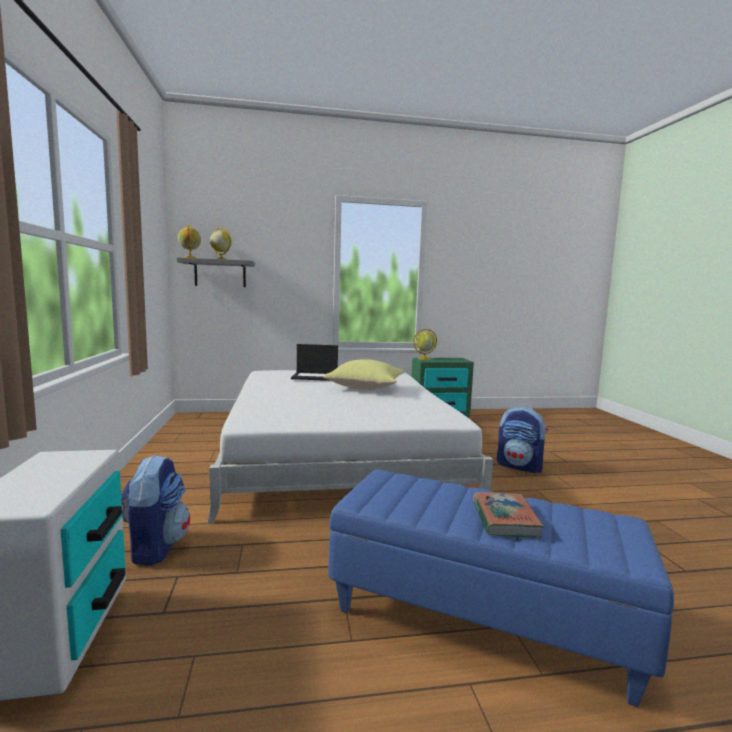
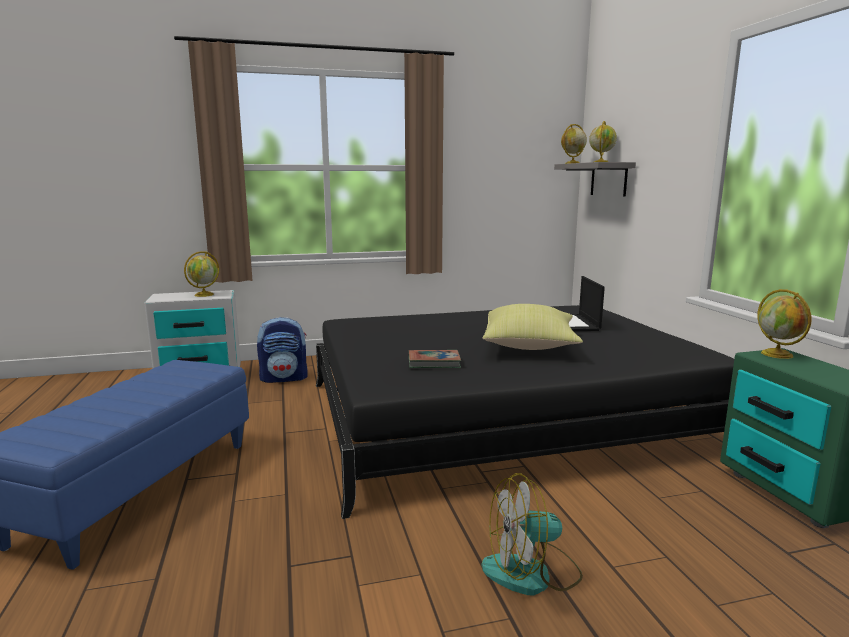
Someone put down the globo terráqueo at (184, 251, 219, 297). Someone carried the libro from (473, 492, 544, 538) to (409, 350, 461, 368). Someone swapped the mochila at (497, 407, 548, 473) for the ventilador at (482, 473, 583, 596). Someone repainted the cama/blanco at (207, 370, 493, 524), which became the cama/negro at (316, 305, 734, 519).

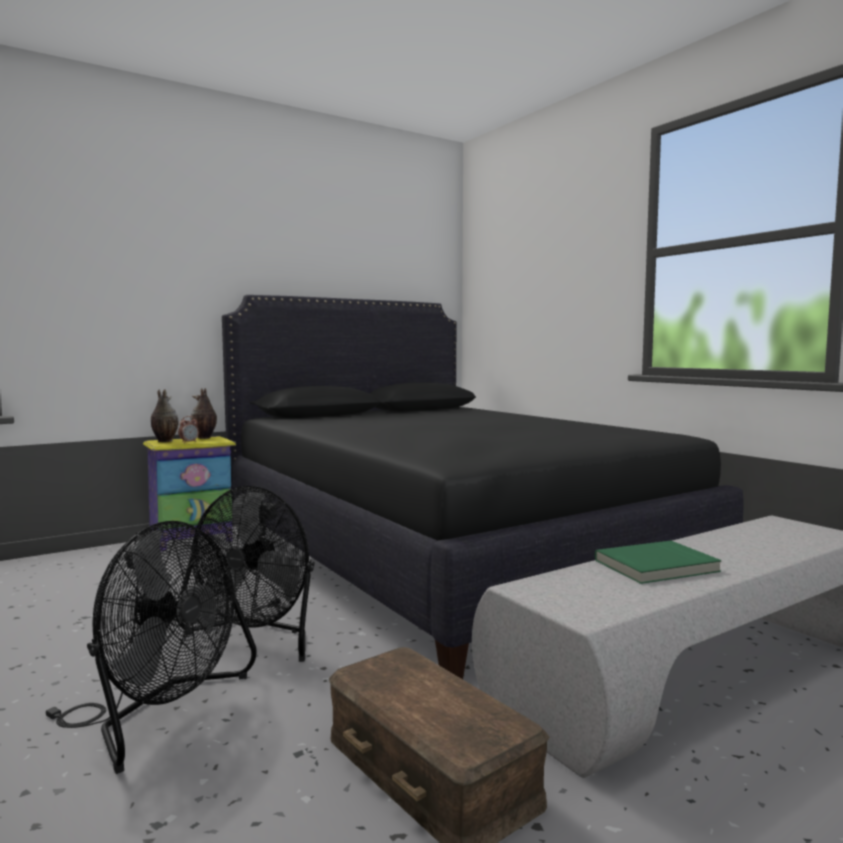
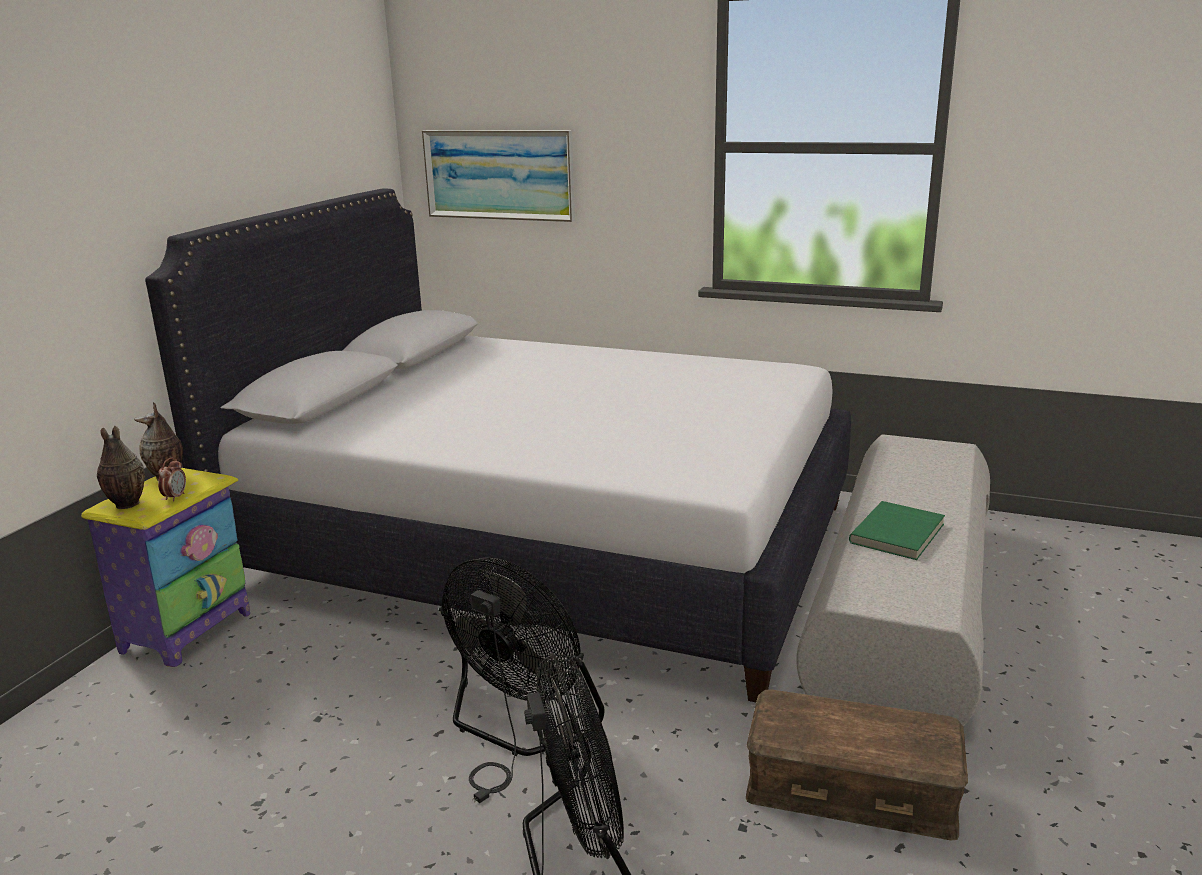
Someone put up the cuadro at (422, 130, 575, 222). Someone repainted the cama/negro at (222, 295, 744, 679), which became the cama/blanco at (145, 189, 851, 702). Someone rotated the ventilador/negro at (175, 486, 315, 662) by 135 degrees counterclockwise.

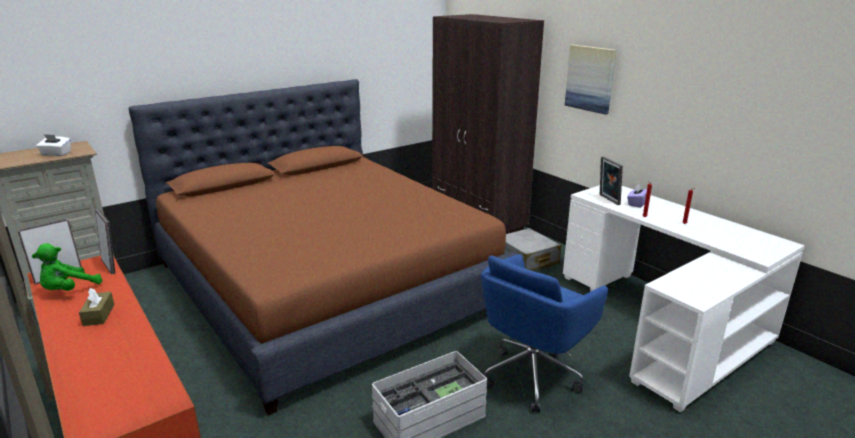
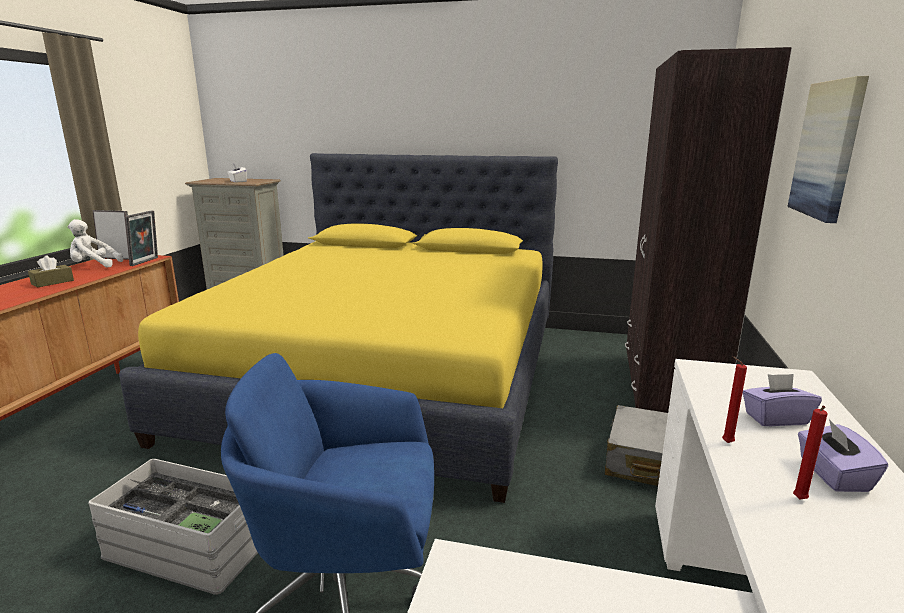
Someone took away the portarretratos at (600, 156, 623, 205). Someone put down the caja de pañuelos/morado at (798, 419, 888, 492). Someone repainted the peluche/verde at (32, 243, 102, 291), which became the peluche/blanco at (68, 219, 123, 268). Someone repainted the cama/marrón at (129, 79, 519, 415), which became the cama/amarillo at (119, 153, 558, 503).

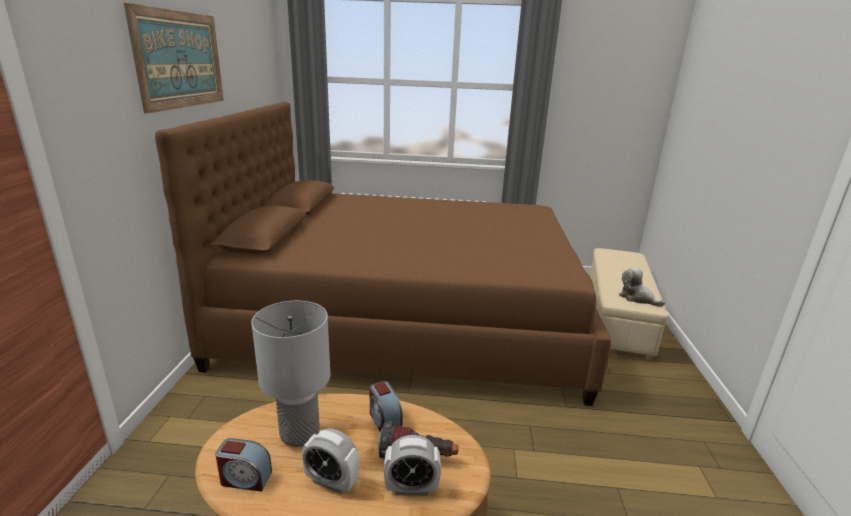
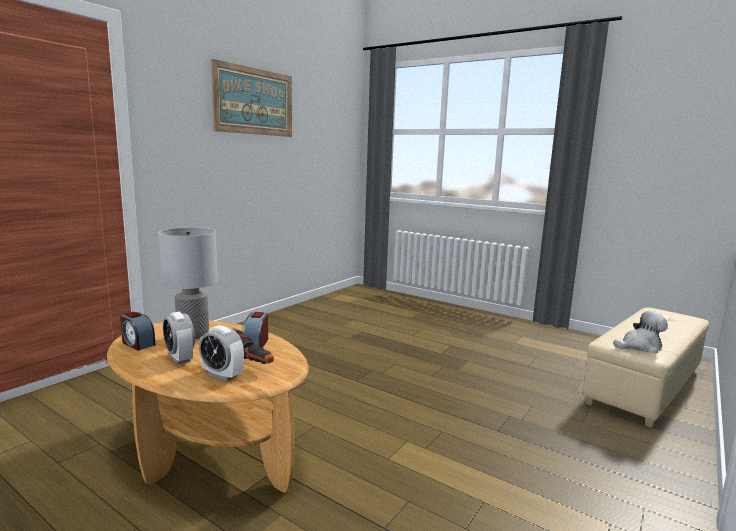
Someone took away the cama/marrón at (155, 102, 611, 406). Someone rotated the peluche at (619, 267, 665, 307) by 90 degrees clockwise.

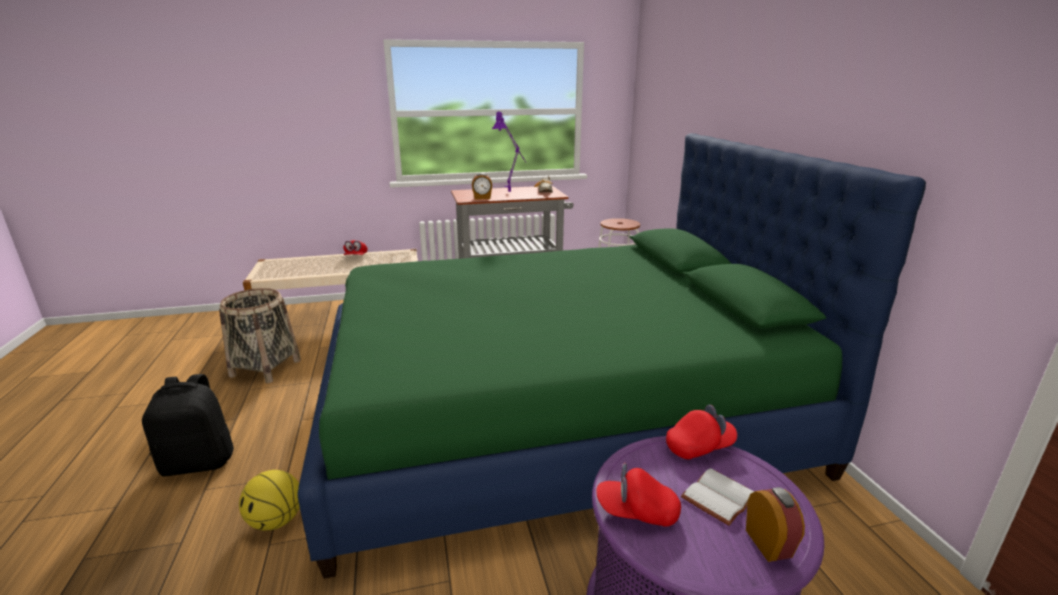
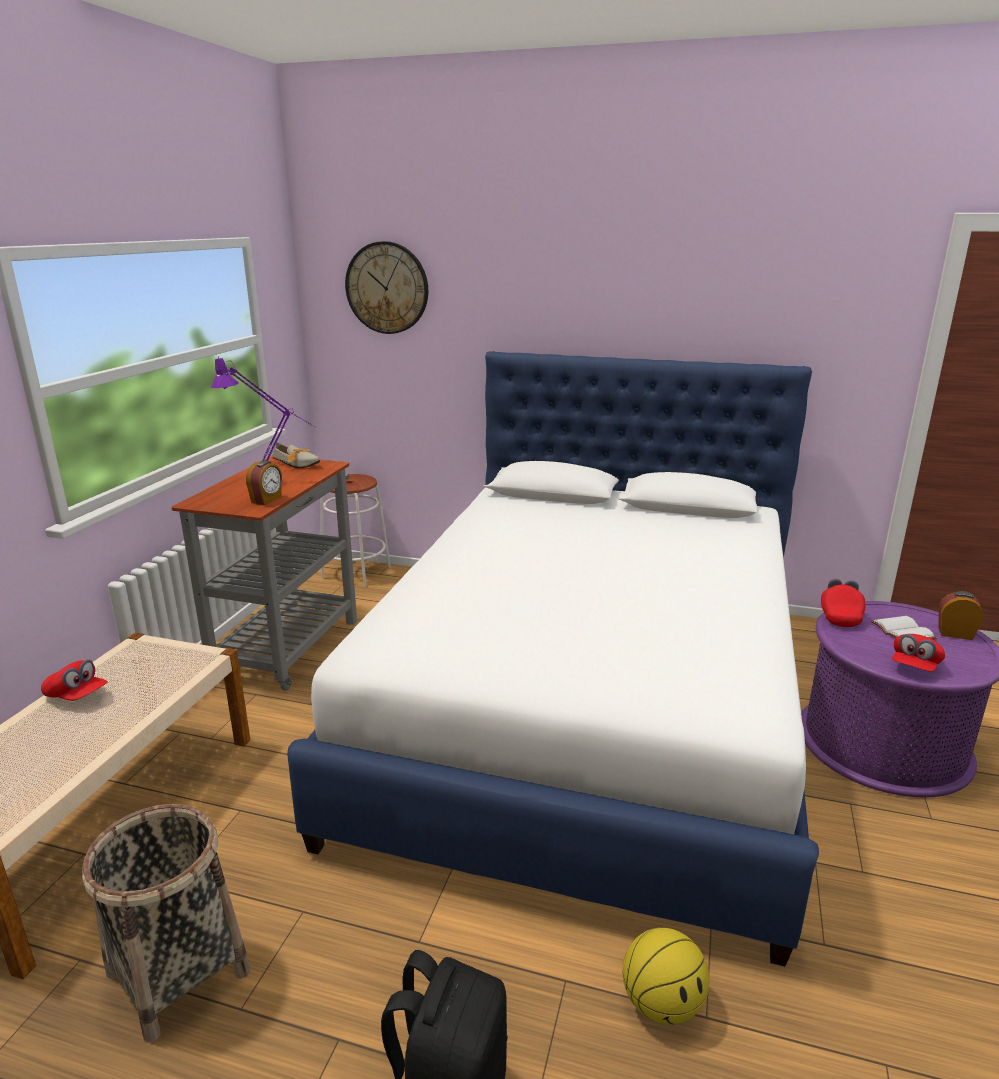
Someone put up the reloj de pared at (345, 241, 428, 334). Someone repainted the cama/verde at (298, 133, 926, 579), which became the cama/blanco at (287, 351, 819, 966).

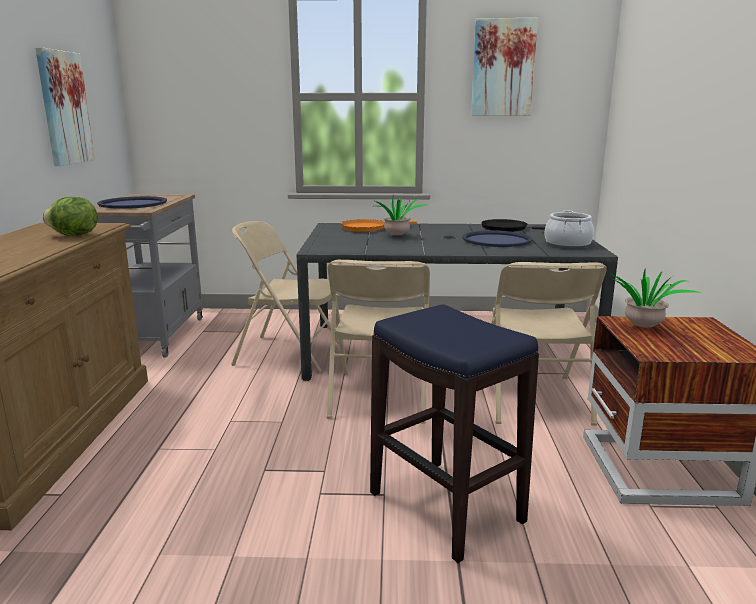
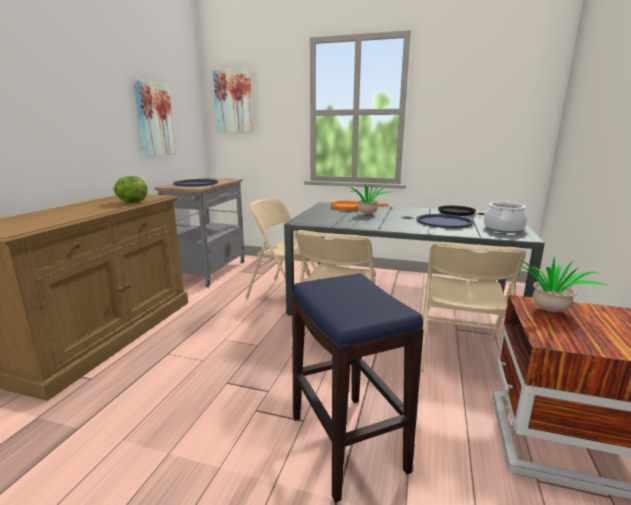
Someone carried the cuadro from (471, 18, 538, 116) to (213, 67, 253, 132).

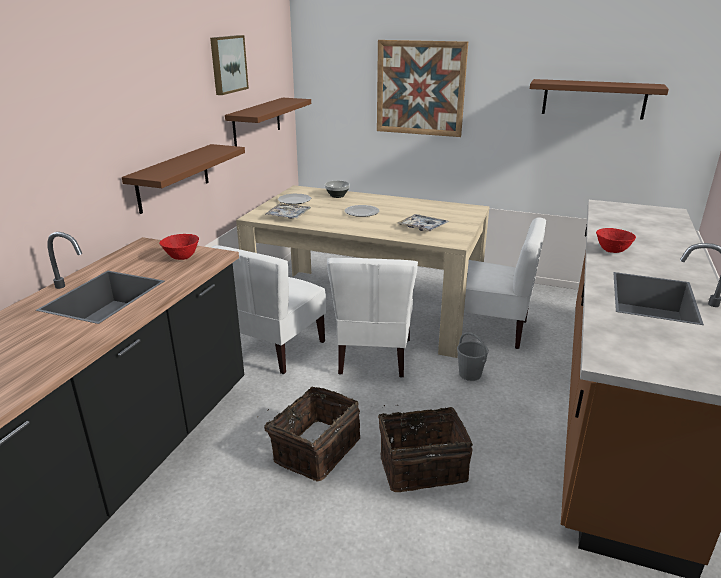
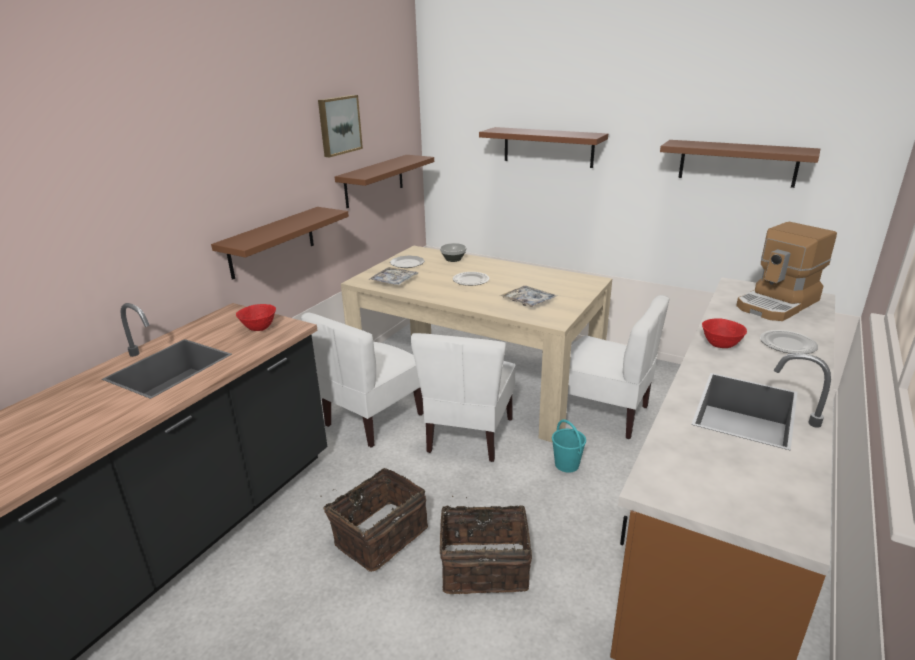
Someone put down the cafetera at (736, 222, 837, 321). Someone put down the plato at (760, 330, 818, 354). Someone swapped the cuadro at (377, 40, 468, 137) for the estante/marrón at (479, 127, 608, 168). Someone repainted the cubo/gris at (457, 332, 489, 381), which became the cubo/turquesa at (552, 419, 586, 473).

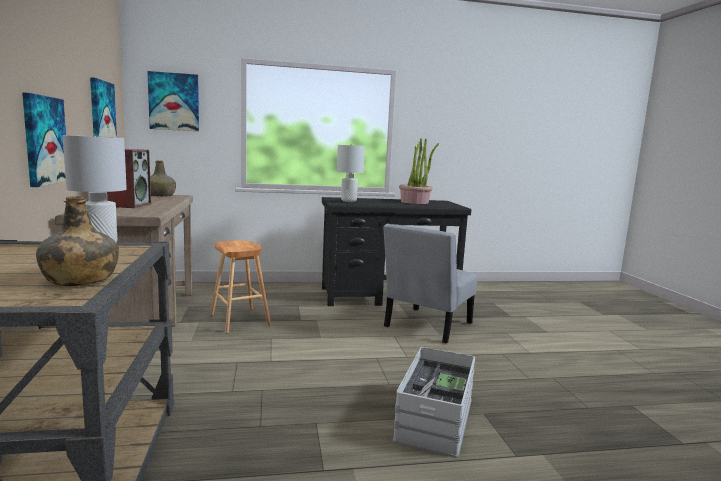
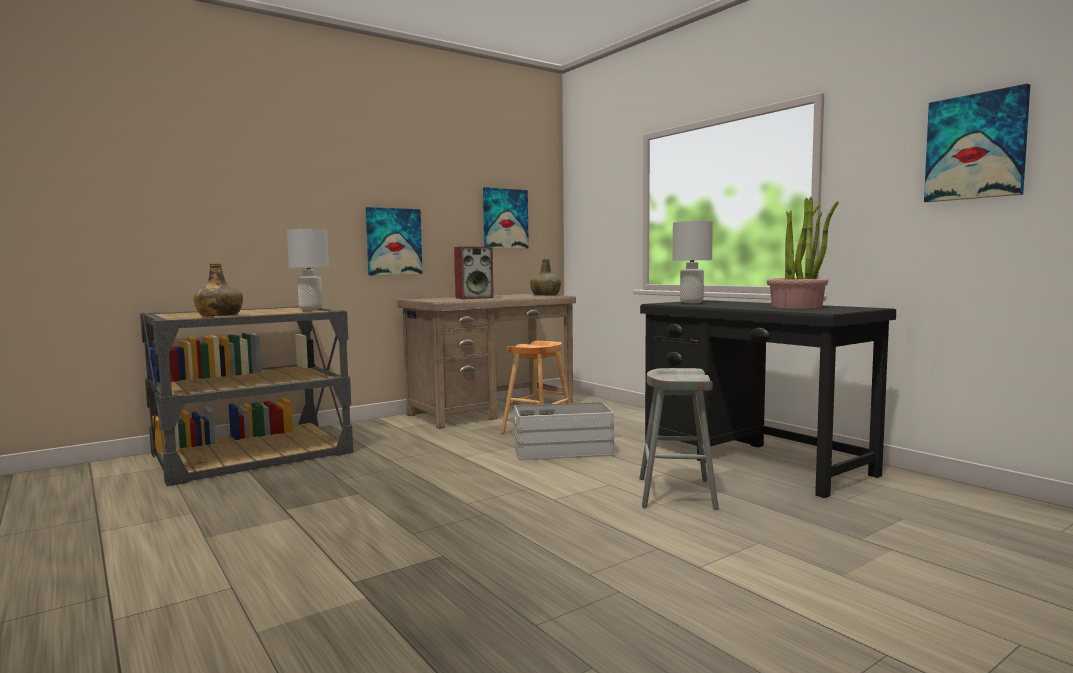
Someone carried the cuadro from (147, 71, 199, 131) to (924, 84, 1030, 202). Someone carried the caja de almacenaje/gris from (393, 347, 475, 458) to (514, 402, 614, 460). Someone swapped the silla/gris at (383, 224, 478, 343) for the taburete/gris at (639, 368, 719, 510).

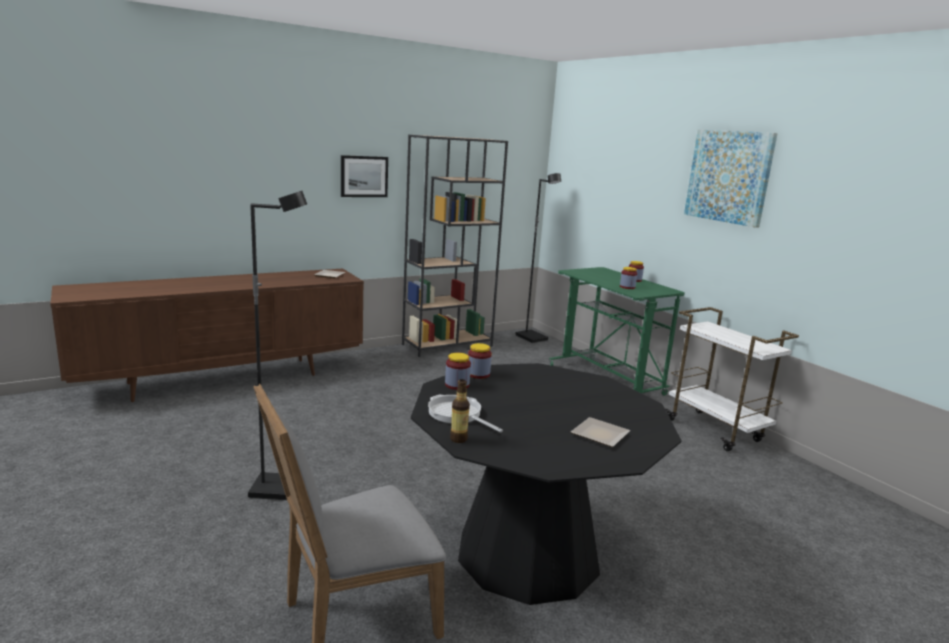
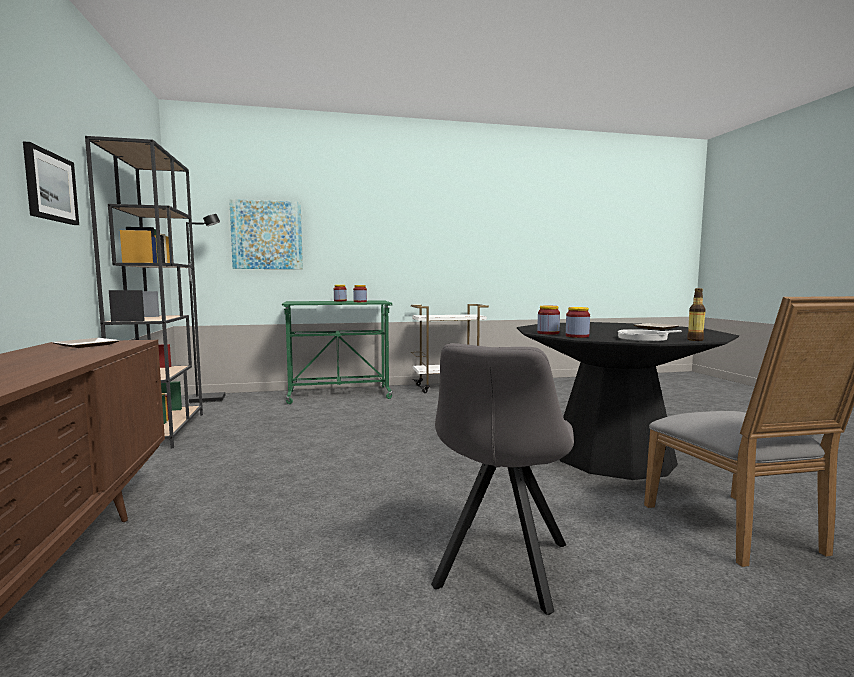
Someone carried the cuadro from (684, 130, 778, 228) to (229, 199, 303, 269). Someone swapped the lámpara de pie/negro at (248, 191, 307, 500) for the silla/gris at (431, 343, 574, 615).

